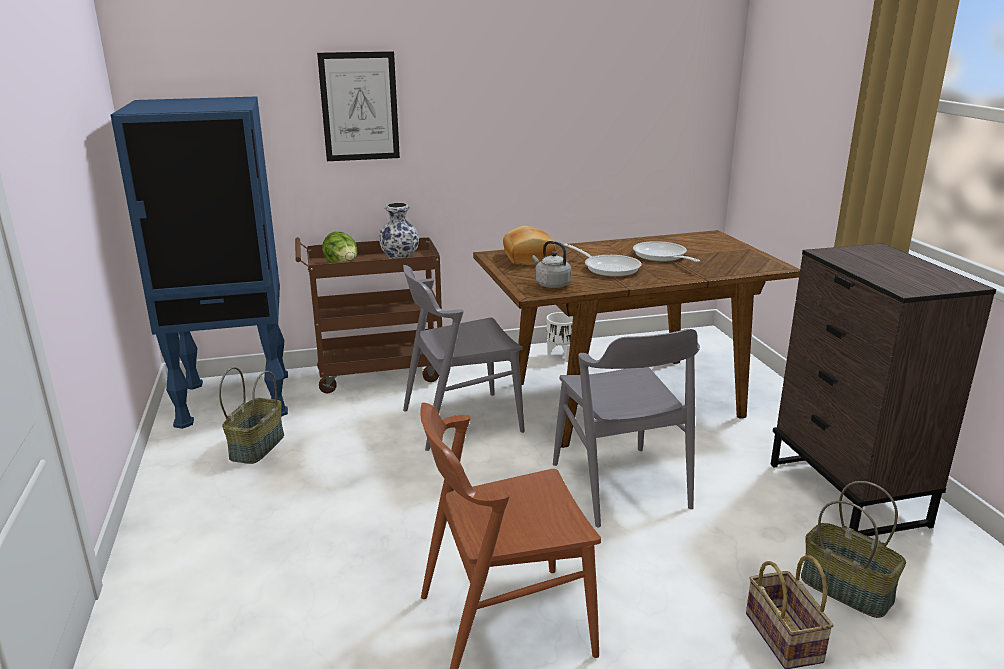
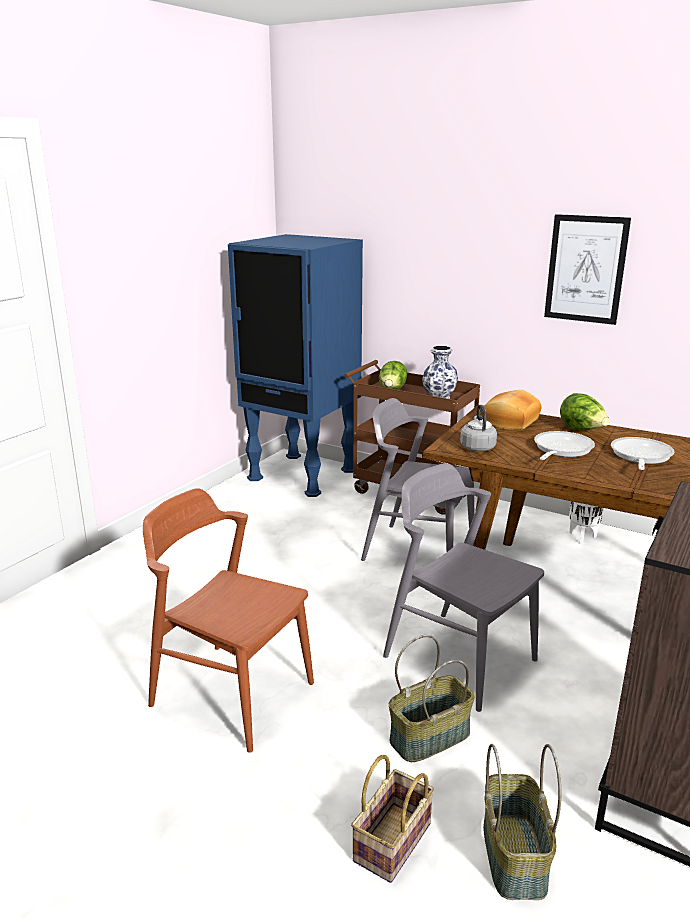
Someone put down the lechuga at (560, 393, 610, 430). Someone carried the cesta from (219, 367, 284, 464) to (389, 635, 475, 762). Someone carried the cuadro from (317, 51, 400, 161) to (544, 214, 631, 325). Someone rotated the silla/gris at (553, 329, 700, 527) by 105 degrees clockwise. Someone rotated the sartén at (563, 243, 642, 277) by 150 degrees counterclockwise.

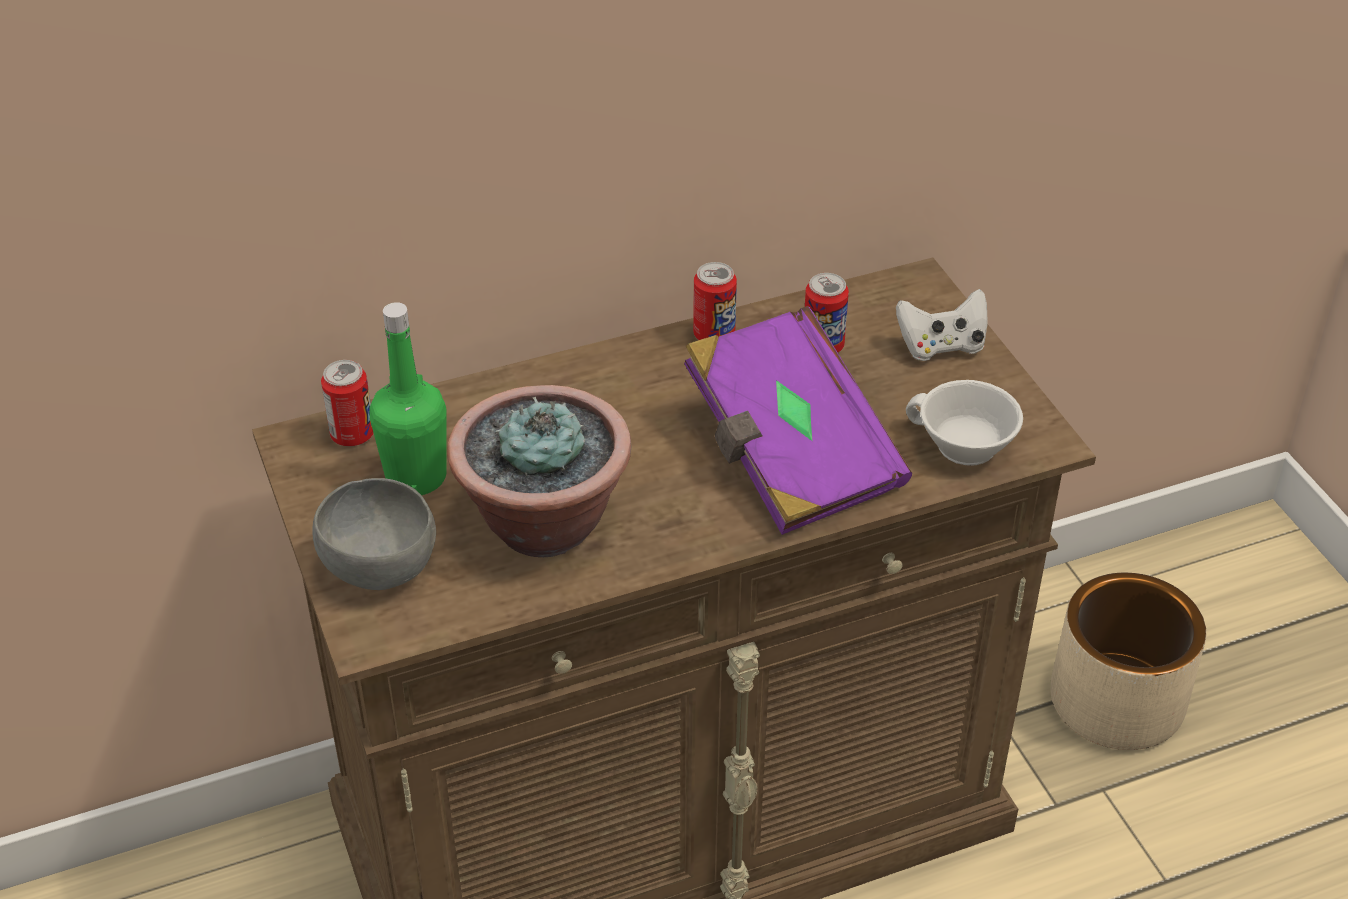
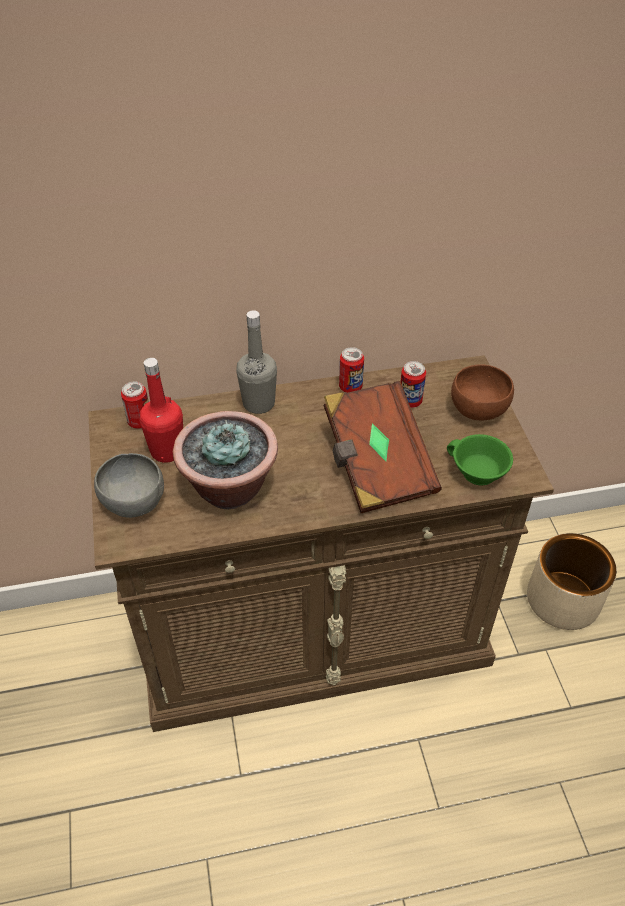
Someone put down the botella/gris at (236, 310, 277, 414). Someone swapped the mando de consola/blanco at (896, 289, 988, 361) for the cuenco/marrón at (451, 364, 514, 421). Someone repainted the botella/verde at (369, 302, 447, 495), which became the botella/rojo at (140, 358, 183, 463). Someone repainted the libro/morado at (684, 306, 912, 535), which became the libro/marrón at (324, 381, 442, 513). Someone repainted the taza/blanco at (906, 380, 1023, 466), which became the taza/verde at (447, 434, 513, 486).

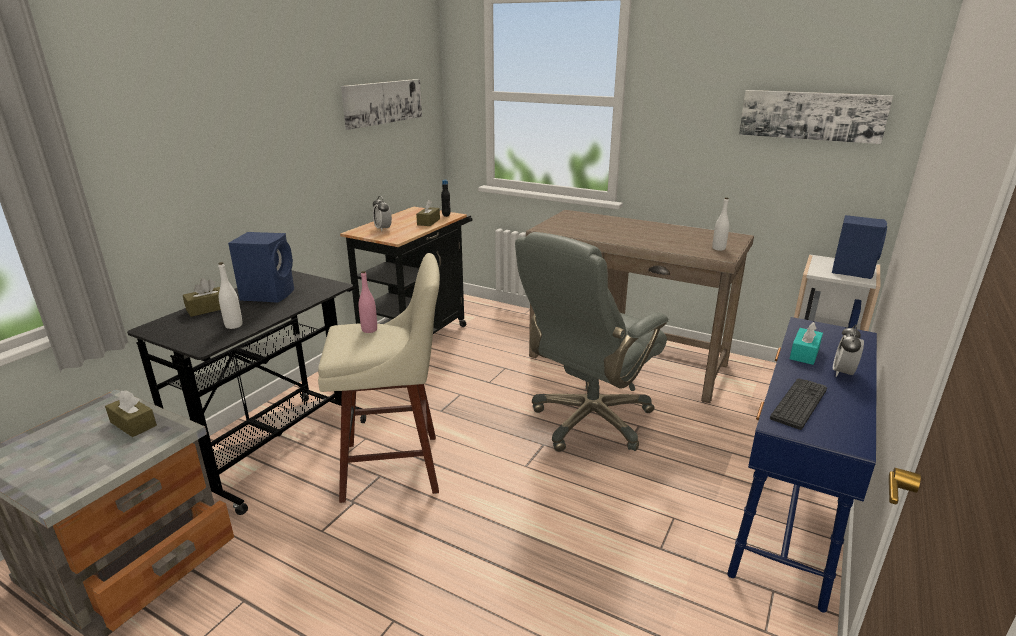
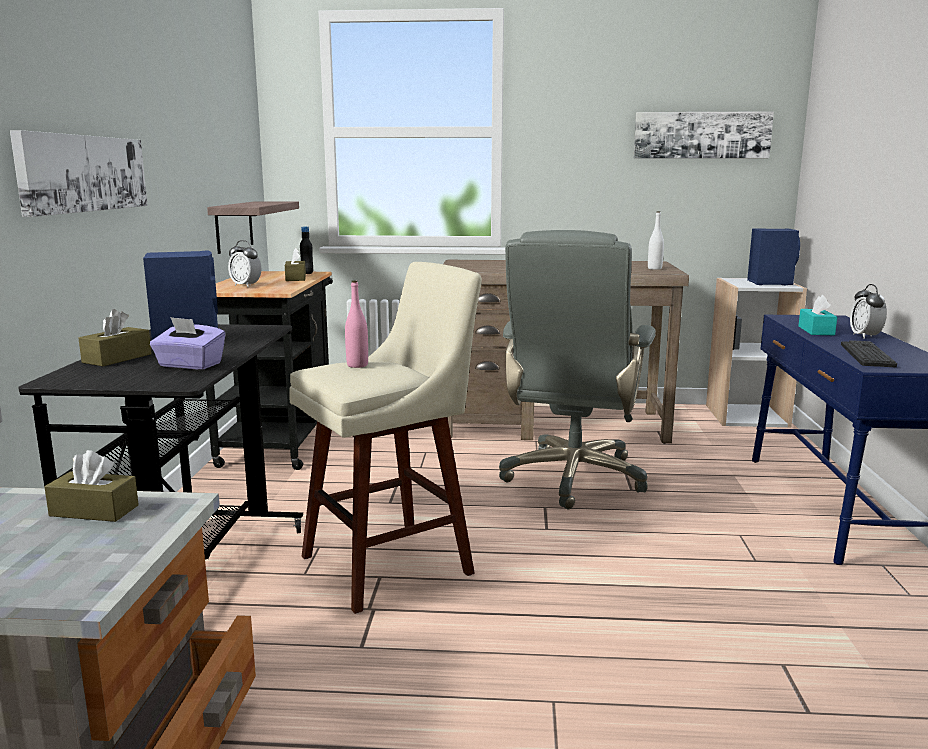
Someone put up the estante at (207, 201, 299, 254). Someone carried the cuadro from (341, 79, 422, 130) to (10, 130, 148, 217). Someone swapped the botella/blanco at (218, 262, 242, 329) for the caja de pañuelos/morado at (150, 317, 226, 370).

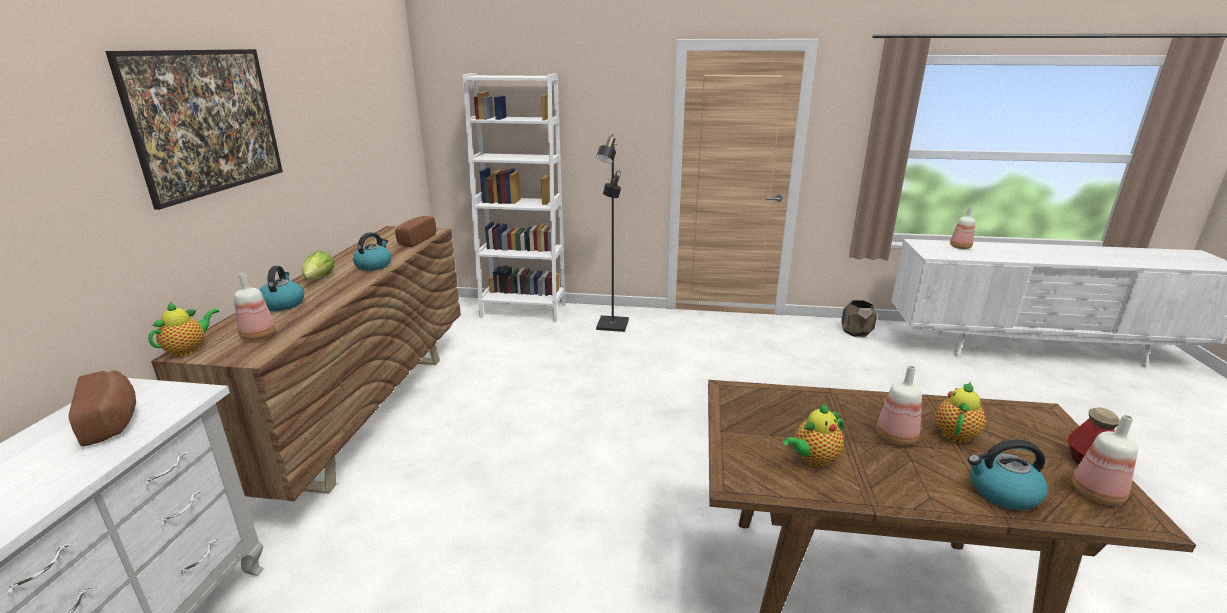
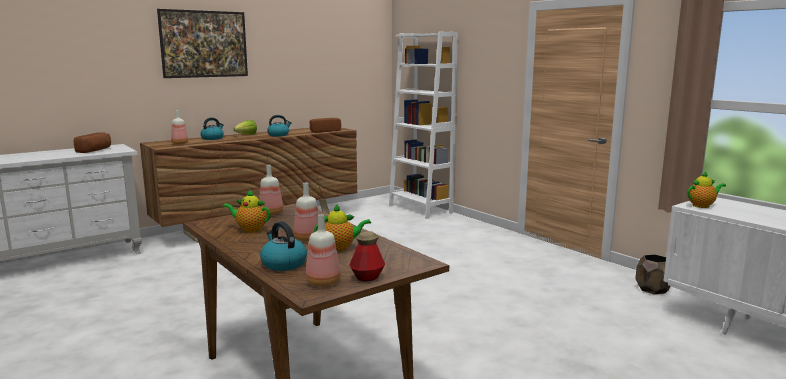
Someone took away the lámpara de pie/negro at (596, 134, 629, 332). Someone carried the tetera from (148, 301, 219, 357) to (687, 171, 726, 208). Someone carried the botella from (950, 207, 975, 249) to (259, 165, 283, 216).

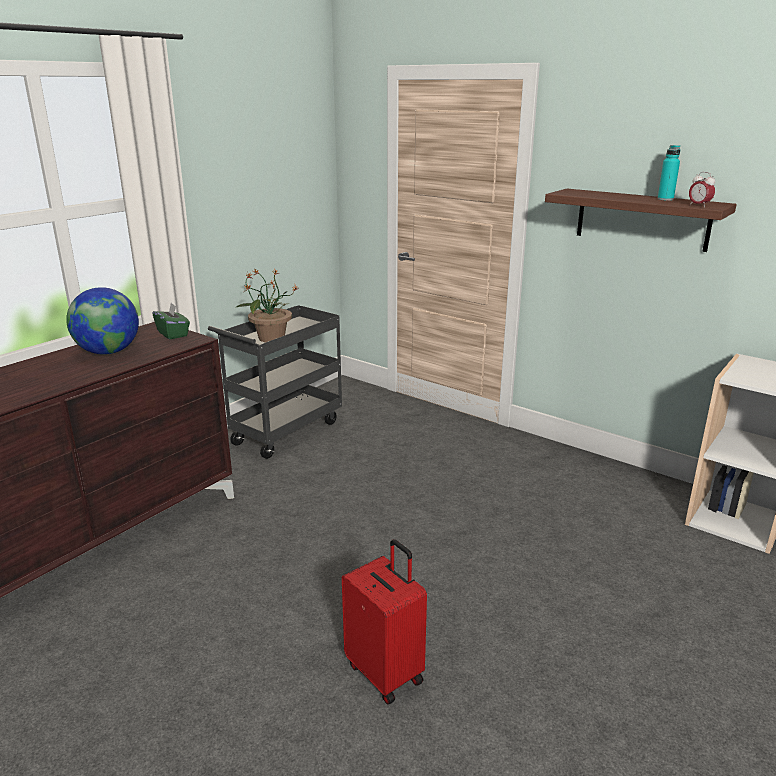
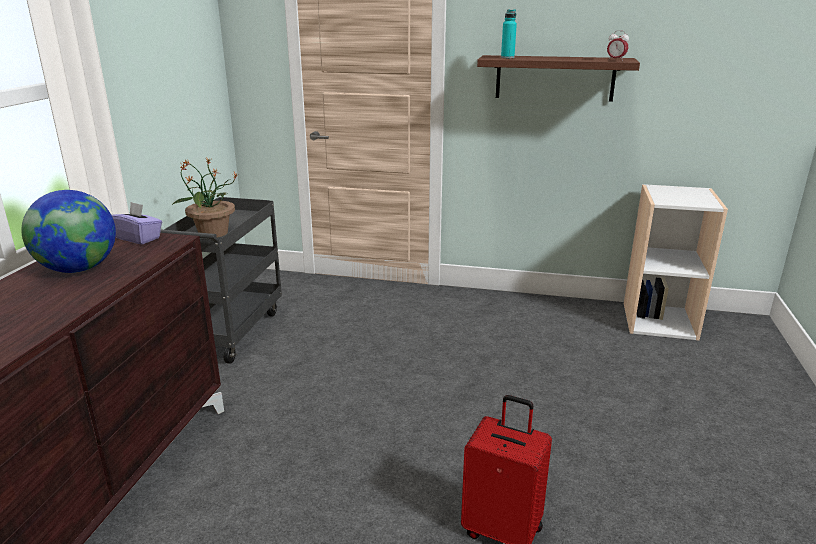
Someone carried the botella/turquesa from (658, 145, 680, 201) to (501, 9, 517, 58). Someone repainted the caja de pañuelos/verde at (152, 303, 190, 339), which became the caja de pañuelos/morado at (112, 202, 162, 244).

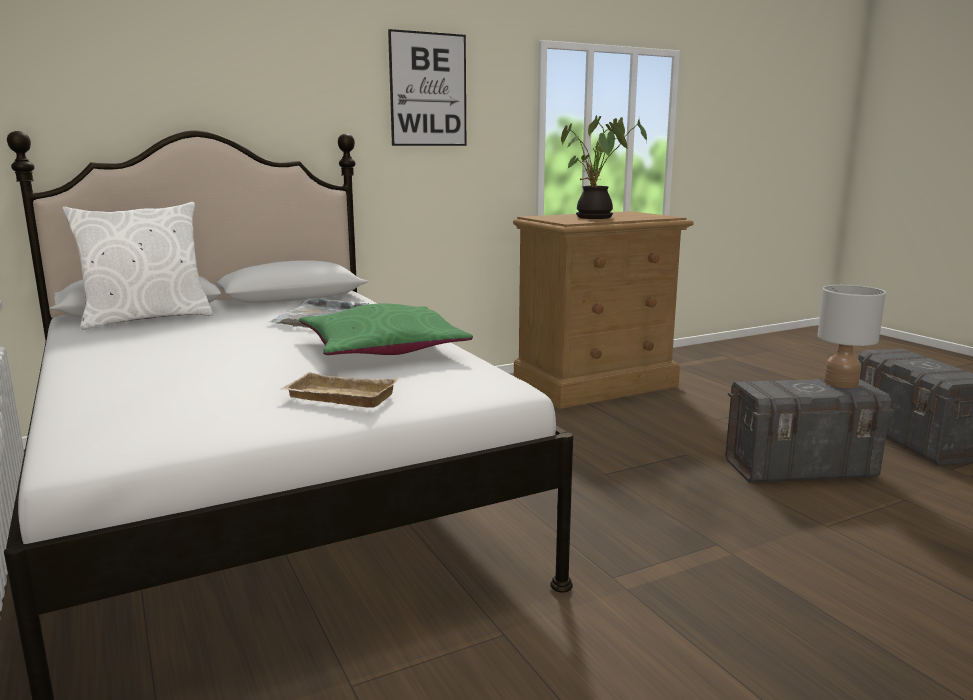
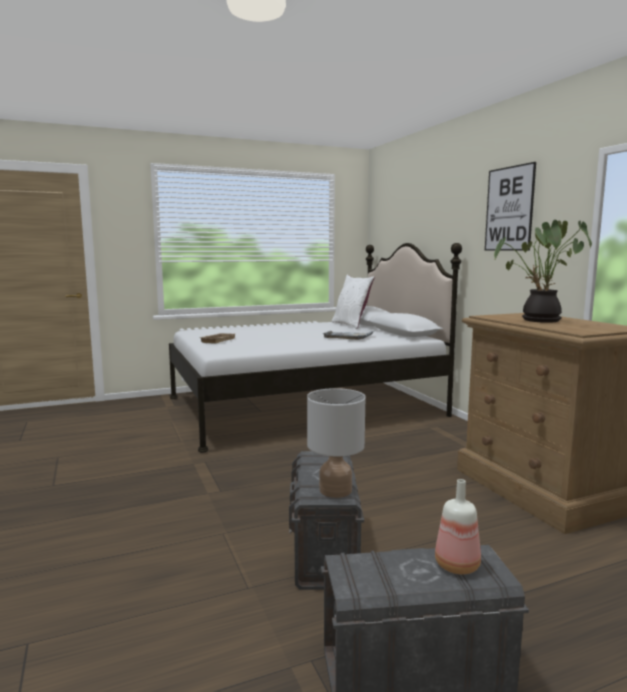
Someone took away the cojín/verde at (299, 304, 473, 355). Someone put down the botella at (435, 479, 481, 574).

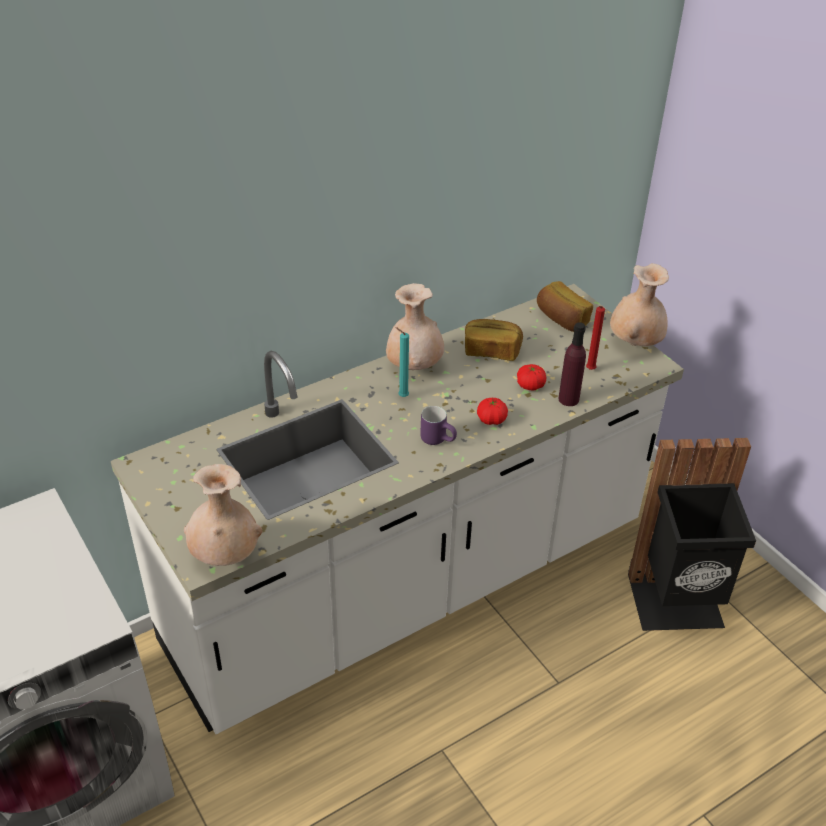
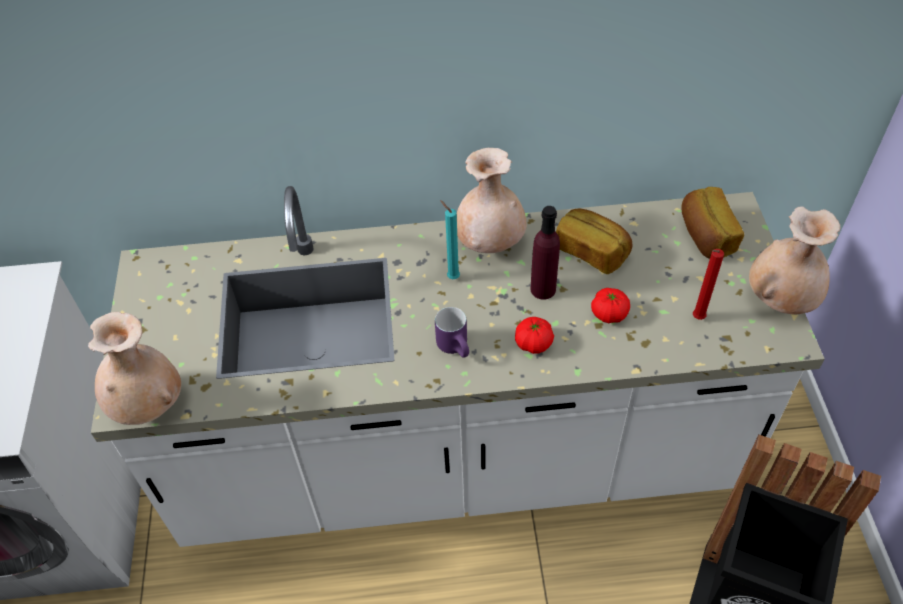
Someone carried the botella/morado from (558, 322, 586, 406) to (531, 206, 560, 300).

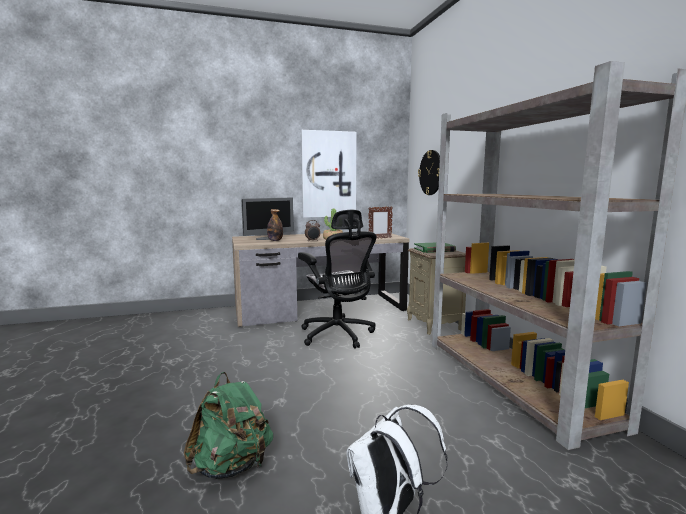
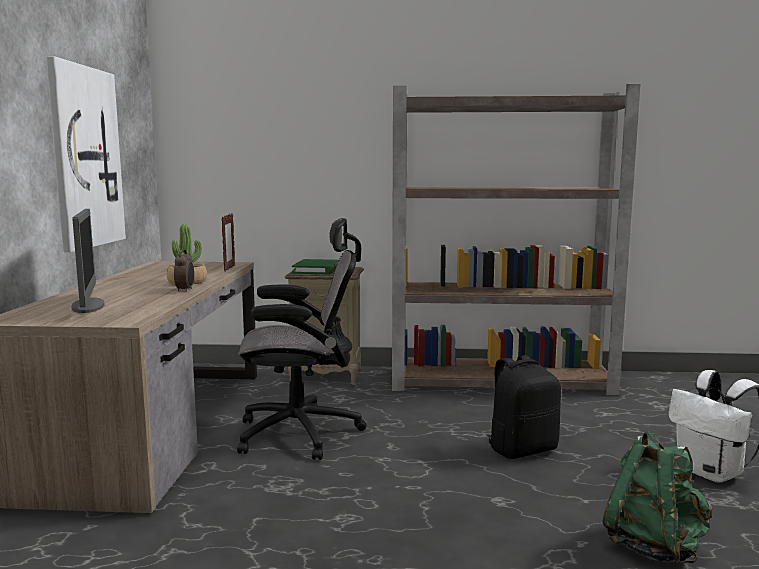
Someone took away the botella at (267, 209, 283, 241). Someone took away the reloj de pared at (418, 150, 440, 195). Someone put down the mochila/negro at (487, 355, 561, 459).

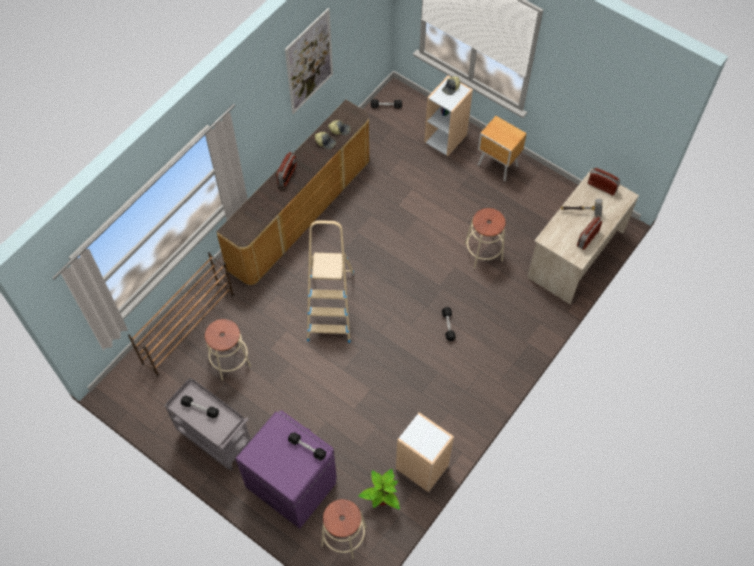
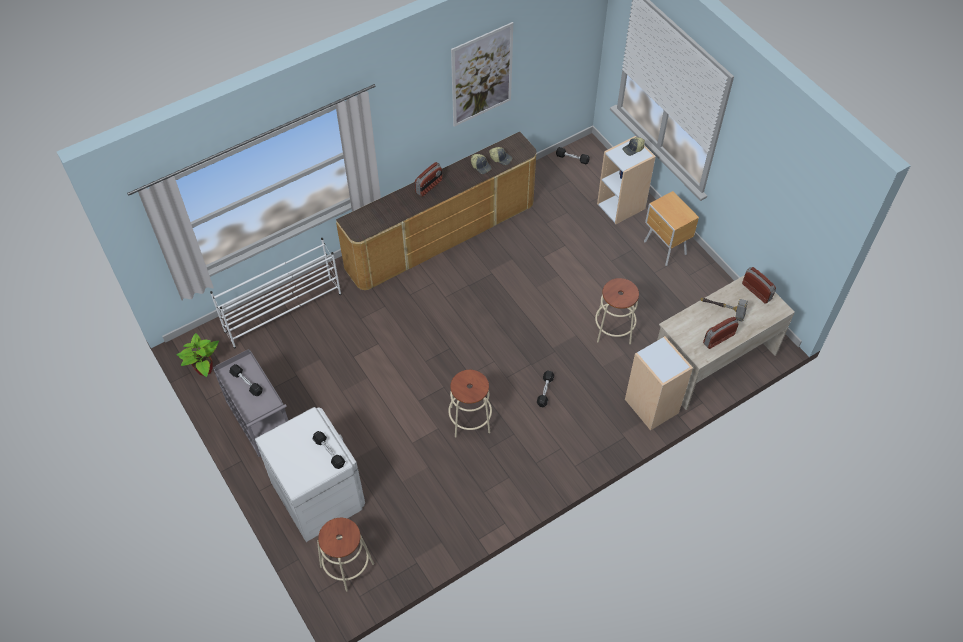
Someone took away the escalera de tijera/beis at (307, 220, 354, 343). Someone carried the taburete/beis from (205, 319, 251, 381) to (448, 370, 492, 438). Someone carried the planta en maceta from (358, 469, 400, 509) to (177, 333, 219, 377). Someone carried the estantería from (396, 412, 454, 492) to (625, 336, 693, 430). Someone repainted the zapatero/marrón at (128, 252, 234, 376), which became the zapatero/blanco at (210, 238, 341, 348). Someone repainted the lavadora/morado at (235, 411, 337, 529), which became the lavadora/blanco at (255, 407, 365, 542).

